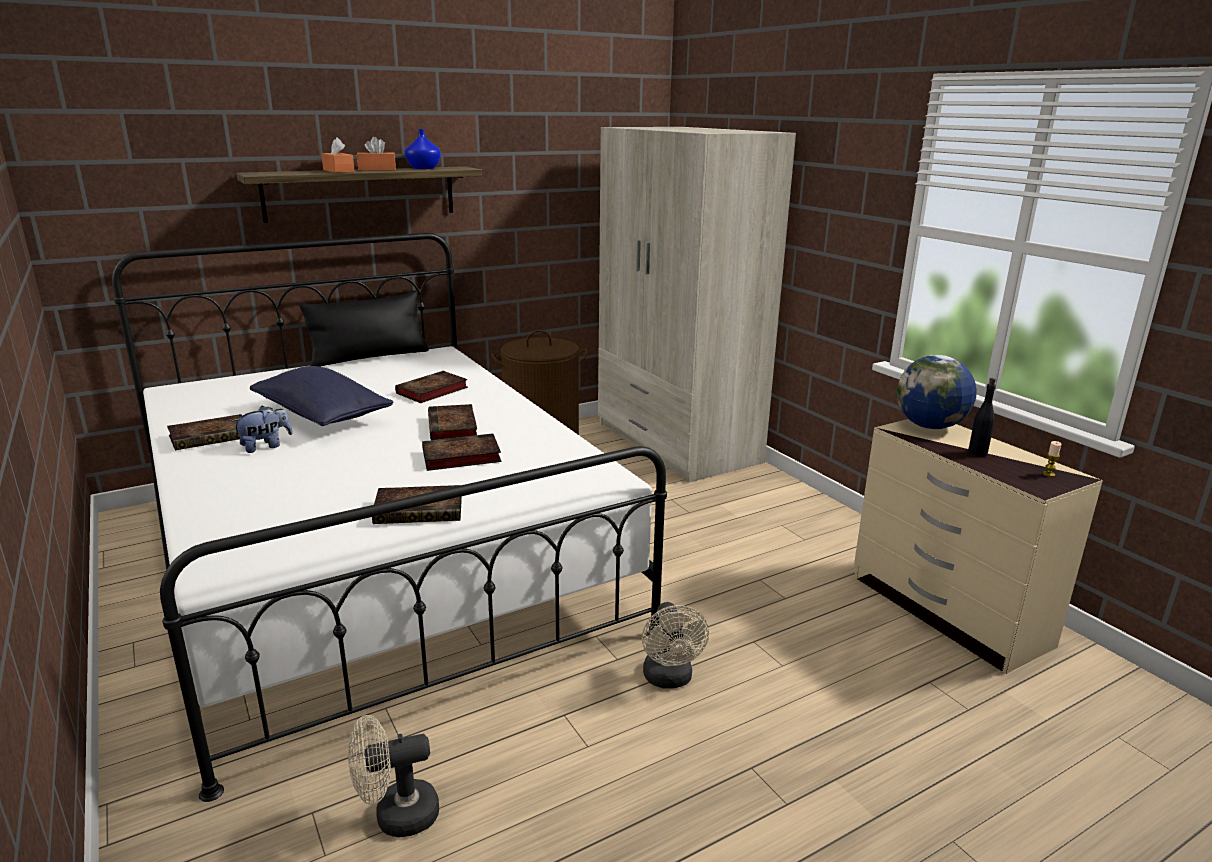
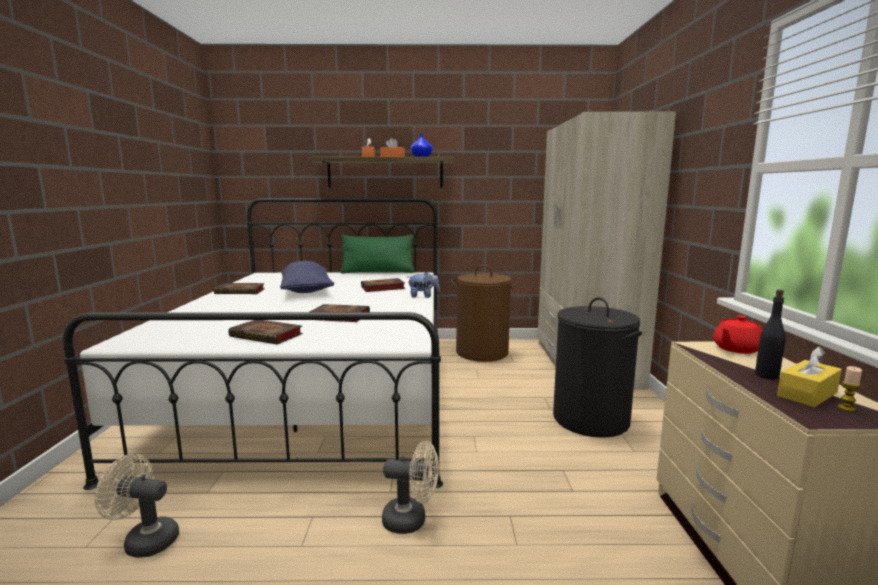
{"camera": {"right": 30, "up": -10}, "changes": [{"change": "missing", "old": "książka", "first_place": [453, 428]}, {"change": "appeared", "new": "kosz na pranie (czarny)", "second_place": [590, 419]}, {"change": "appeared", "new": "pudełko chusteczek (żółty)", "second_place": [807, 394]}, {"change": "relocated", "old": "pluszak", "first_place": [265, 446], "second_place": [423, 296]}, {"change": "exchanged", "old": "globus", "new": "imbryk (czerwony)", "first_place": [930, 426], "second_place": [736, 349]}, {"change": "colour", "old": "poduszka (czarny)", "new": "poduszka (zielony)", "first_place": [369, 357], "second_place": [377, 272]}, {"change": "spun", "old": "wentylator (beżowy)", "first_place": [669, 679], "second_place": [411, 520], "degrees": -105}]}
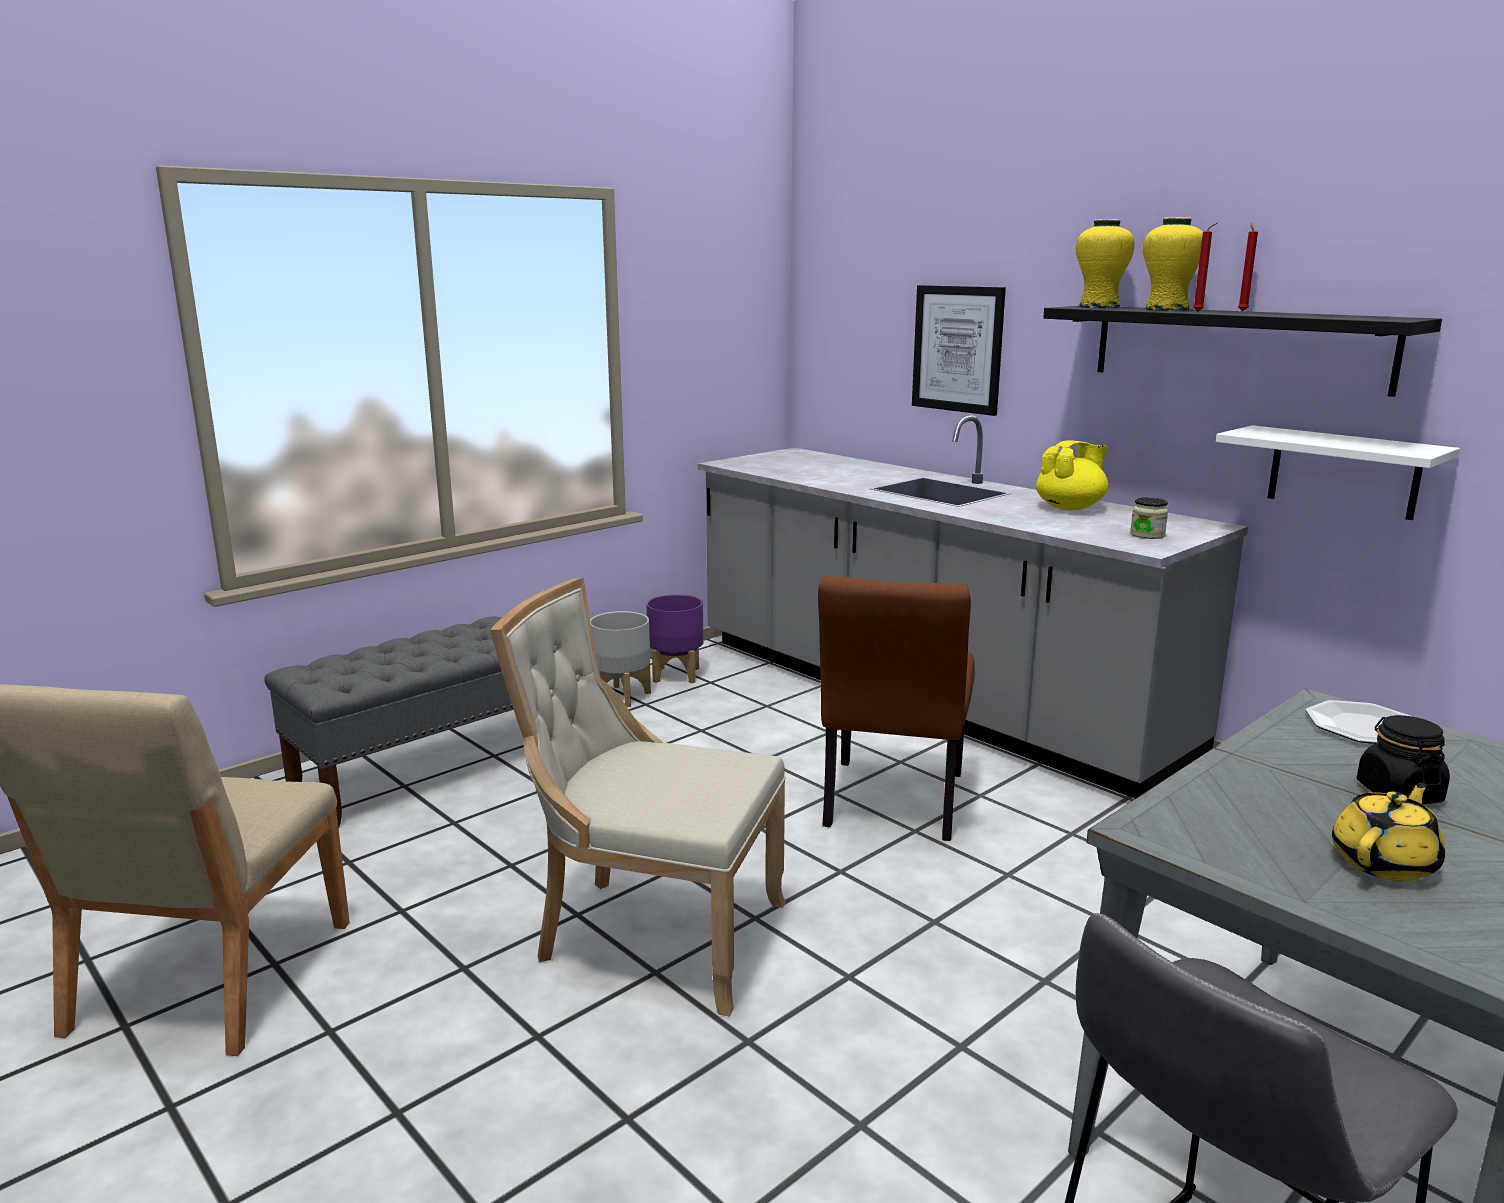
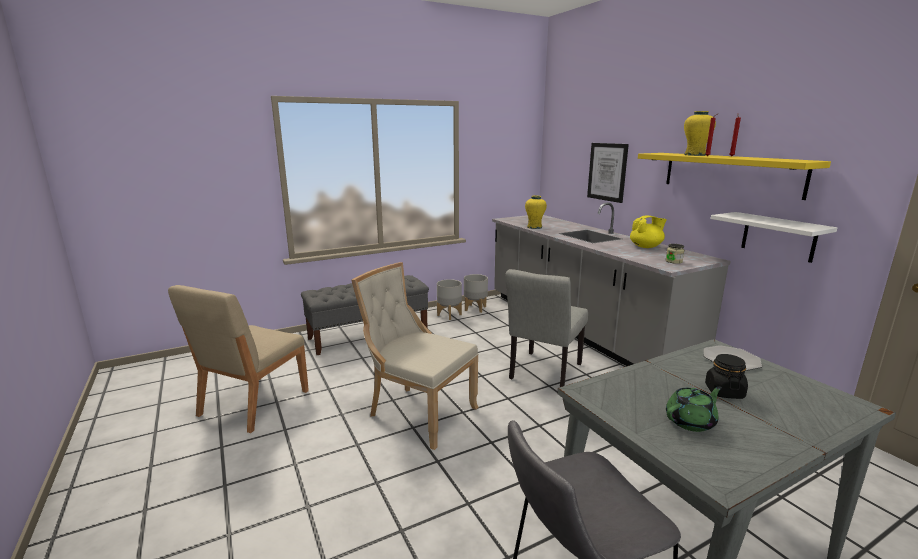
{"camera": {"right": 15, "up": 0}, "changes": [{"change": "relocated", "old": "wazon (żółty)", "first_place": [1099, 307], "second_place": [534, 227]}, {"change": "colour", "old": "donica (fioletowy)", "new": "donica (szary)", "first_place": [676, 675], "second_place": [475, 308]}, {"change": "colour", "old": "krzesło (brązowy)", "new": "krzesło (szary)", "first_place": [891, 806], "second_place": [543, 374]}, {"change": "colour", "old": "półka (czarny)", "new": "półka (żółty)", "first_place": [1237, 347], "second_place": [730, 173]}, {"change": "colour", "old": "imbryk (żółty)", "new": "imbryk (zielony)", "first_place": [1385, 862], "second_place": [691, 421]}]}
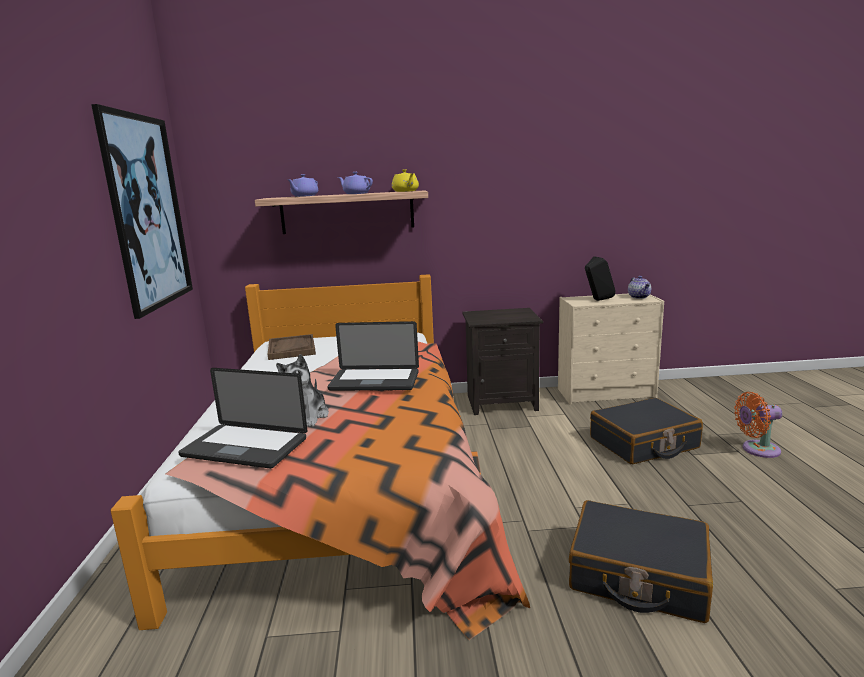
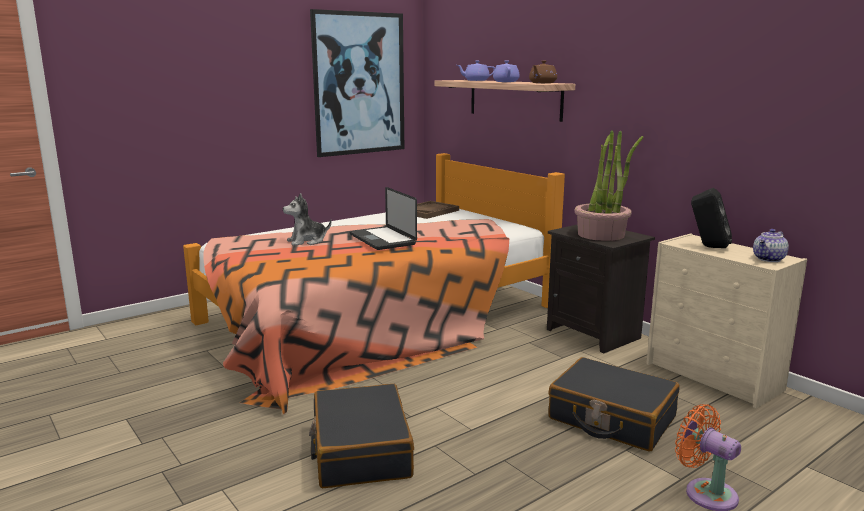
{"camera": {"right": 55, "up": 0}, "changes": [{"change": "missing", "old": "laptop", "first_place": [245, 447]}, {"change": "appeared", "new": "roślina doniczkowa", "second_place": [601, 234]}, {"change": "colour", "old": "imbryk (żółty)", "new": "imbryk (brązowy)", "first_place": [405, 191], "second_place": [542, 83]}]}
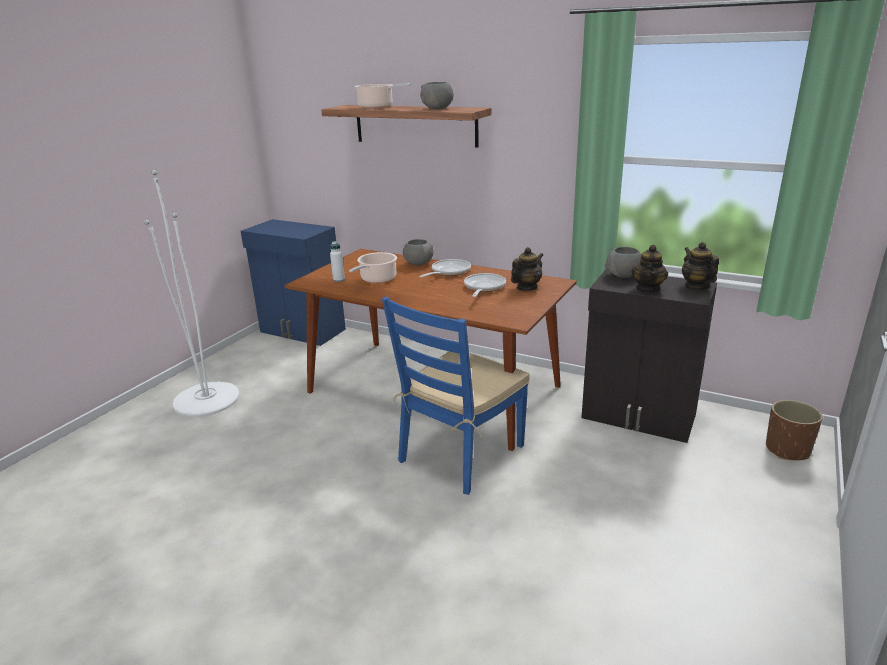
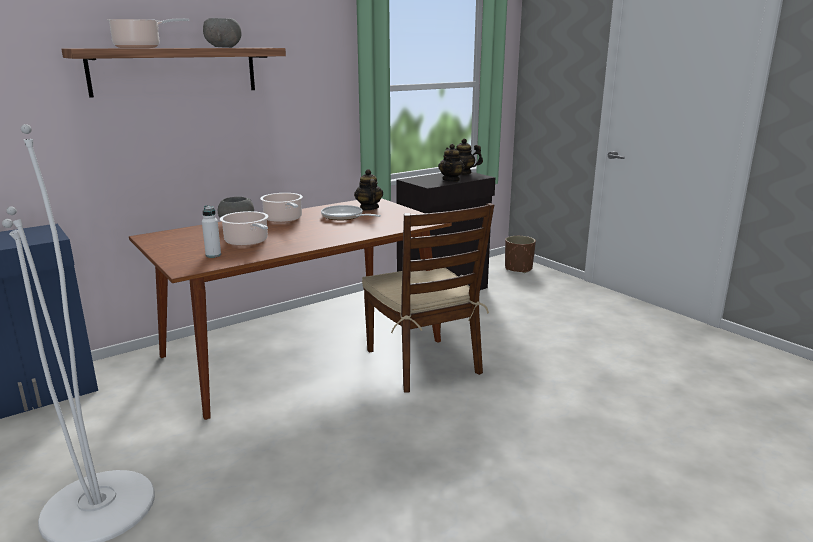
{"camera": {"right": -65, "up": -5}, "changes": [{"change": "missing", "old": "miska (szary)", "first_place": [623, 275]}, {"change": "exchanged", "old": "patelnia", "new": "garnek", "first_place": [448, 272], "second_place": [284, 220]}, {"change": "colour", "old": "krzesło (niebieski)", "new": "krzesło (brązowy)", "first_place": [461, 454], "second_place": [423, 362]}, {"change": "spun", "old": "imbryk", "first_place": [648, 289], "second_place": [451, 180], "degrees": 60}]}
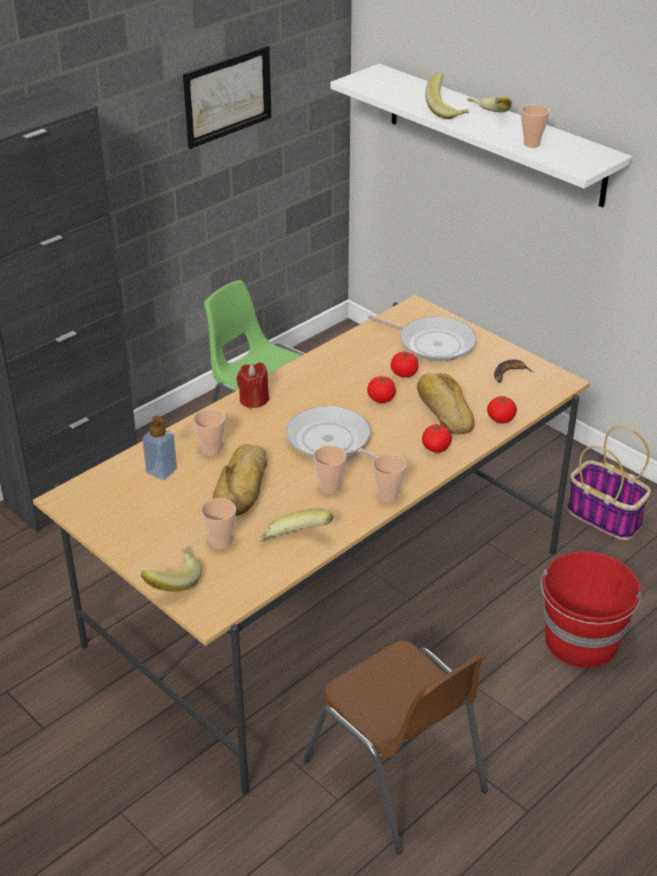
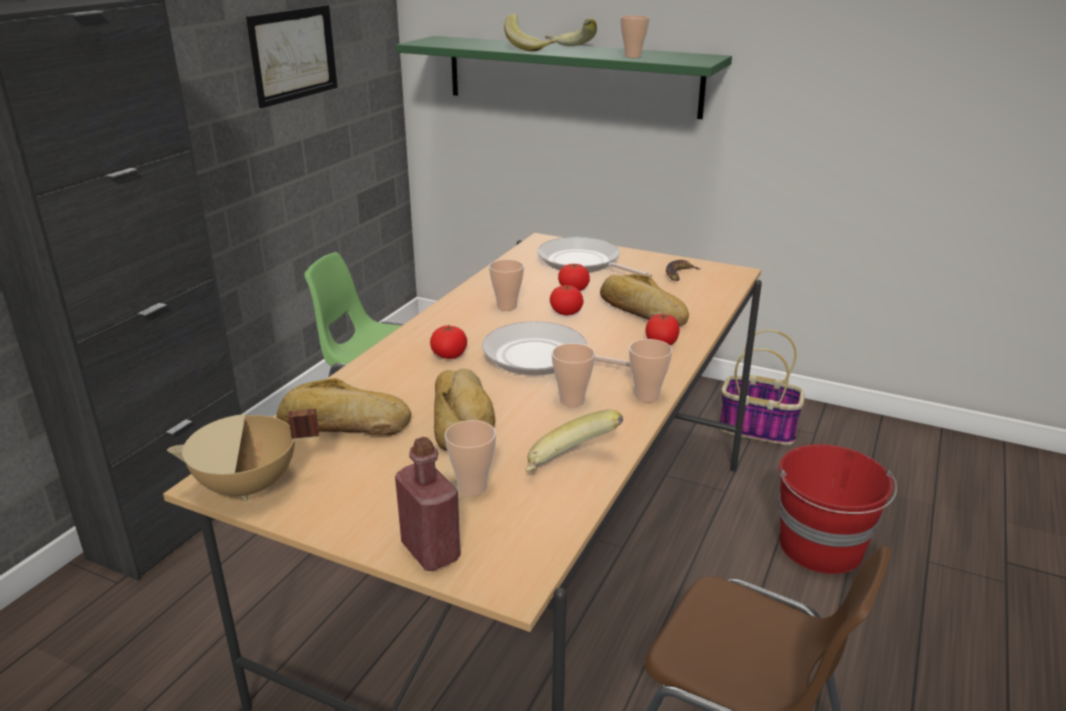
{"camera": {"right": -20, "up": -10}, "changes": [{"change": "missing", "old": "świeca (czerwony)", "first_place": [254, 400]}, {"change": "appeared", "new": "garnek (beżowy)", "second_place": [248, 488]}, {"change": "relocated", "old": "filiżanka", "first_place": [211, 450], "second_place": [507, 306]}, {"change": "relocated", "old": "pomidor", "first_place": [500, 419], "second_place": [449, 355]}, {"change": "exchanged", "old": "banan", "new": "butelka (czerwony)", "first_place": [172, 581], "second_place": [430, 551]}, {"change": "exchanged", "old": "dozownik mydła", "new": "chleb", "first_place": [161, 471], "second_place": [343, 424]}, {"change": "colour", "old": "półka (biały)", "new": "półka (zielony)", "first_place": [494, 134], "second_place": [571, 76]}, {"change": "spun", "old": "patelnia", "first_place": [432, 343], "second_place": [582, 263], "degrees": -150}]}
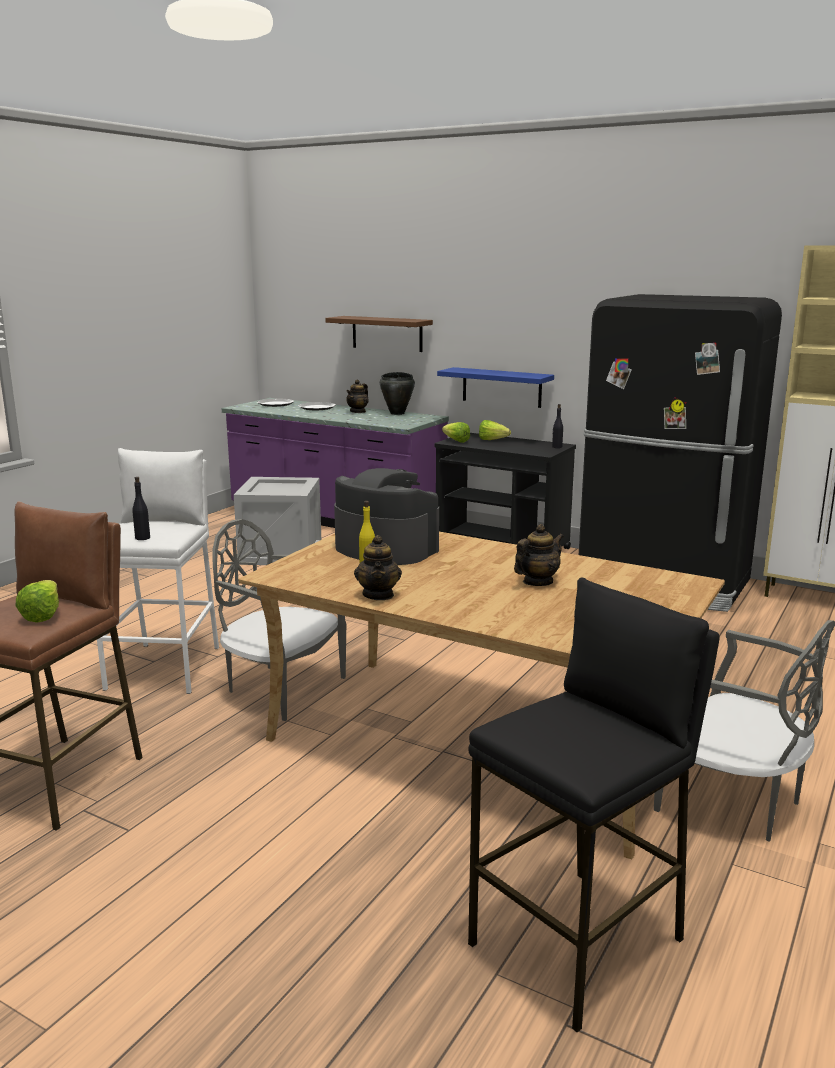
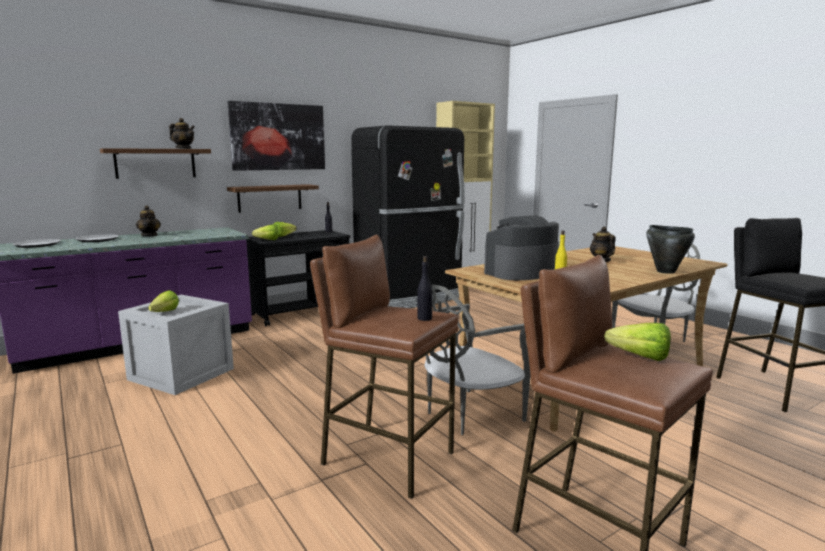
{"camera": {"right": -65, "up": -5}, "changes": [{"change": "appeared", "new": "sałata", "second_place": [162, 313]}, {"change": "appeared", "new": "obraz", "second_place": [278, 137]}, {"change": "relocated", "old": "imbryk", "first_place": [378, 595], "second_place": [183, 148]}, {"change": "relocated", "old": "garnek (czarny)", "first_place": [397, 413], "second_place": [665, 271]}, {"change": "colour", "old": "stołek (biały)", "new": "stołek (brązowy)", "first_place": [166, 667], "second_place": [387, 458]}, {"change": "colour", "old": "półka (niebieski)", "new": "półka (brązowy)", "first_place": [501, 387], "second_place": [270, 198]}]}
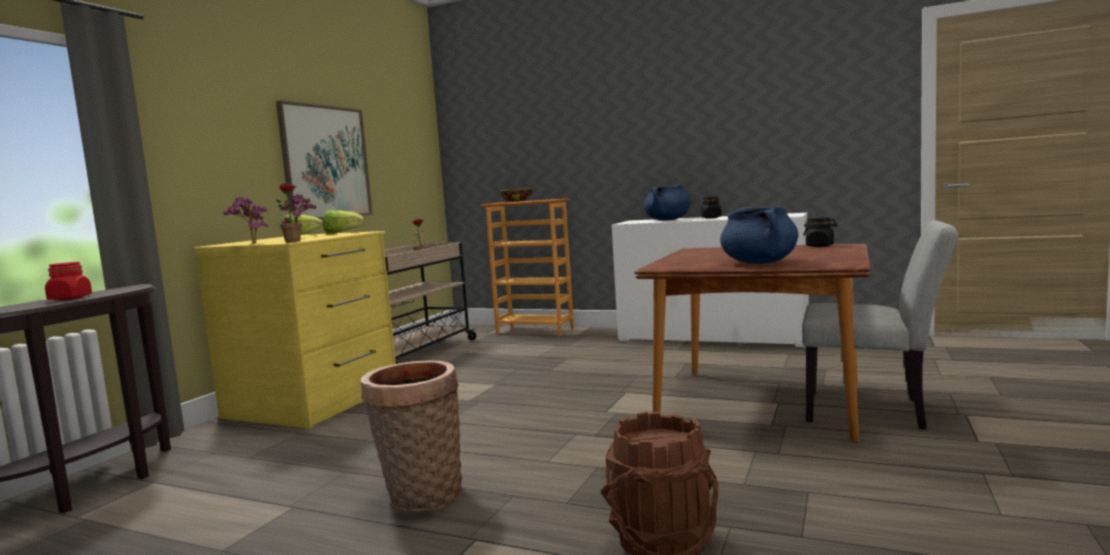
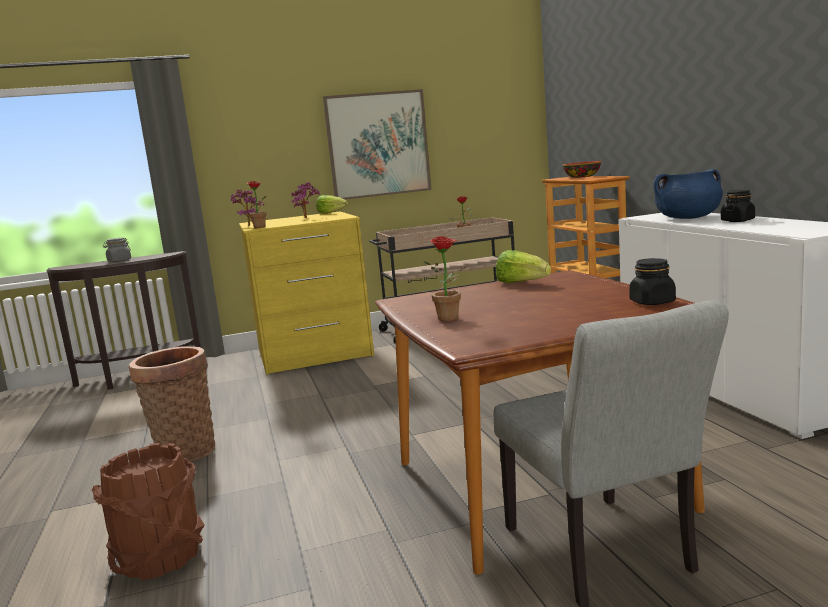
{"camera": {"right": 50, "up": 5}, "changes": [{"change": "relocated", "old": "sałata", "first_place": [342, 233], "second_place": [521, 283]}, {"change": "exchanged", "old": "garnek (niebieski)", "new": "roślina doniczkowa", "first_place": [759, 263], "second_place": [452, 319]}, {"change": "colour", "old": "słoik (czerwony)", "new": "słoik (szary)", "first_place": [70, 298], "second_place": [119, 261]}]}
